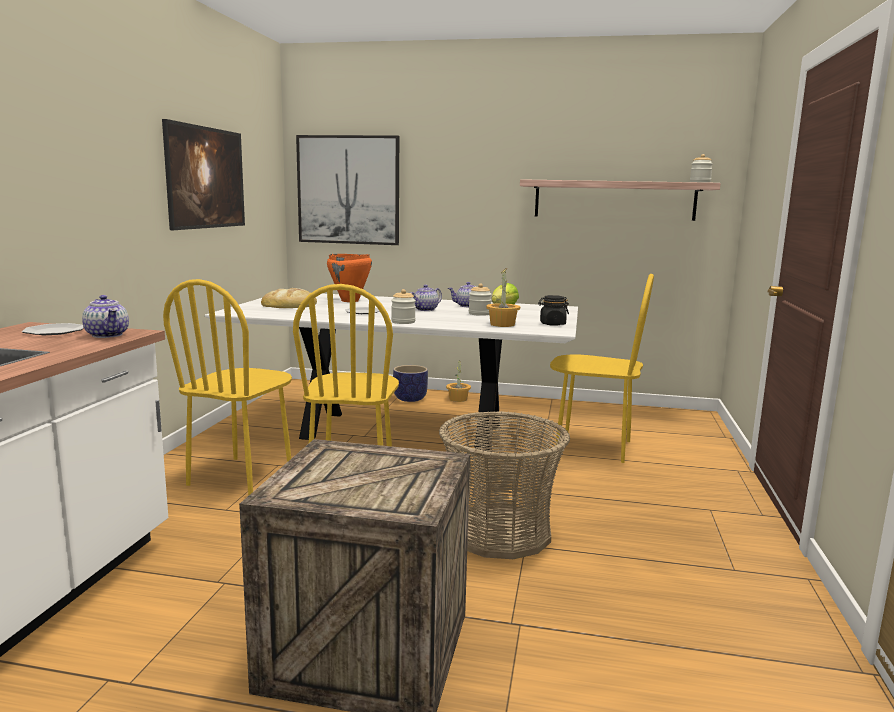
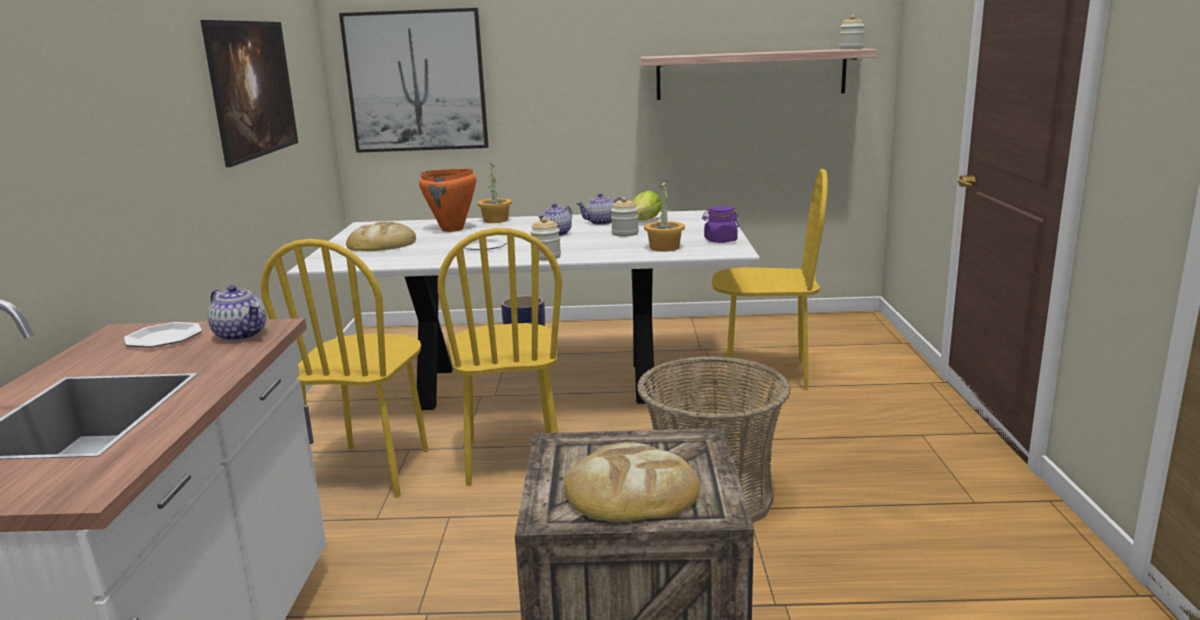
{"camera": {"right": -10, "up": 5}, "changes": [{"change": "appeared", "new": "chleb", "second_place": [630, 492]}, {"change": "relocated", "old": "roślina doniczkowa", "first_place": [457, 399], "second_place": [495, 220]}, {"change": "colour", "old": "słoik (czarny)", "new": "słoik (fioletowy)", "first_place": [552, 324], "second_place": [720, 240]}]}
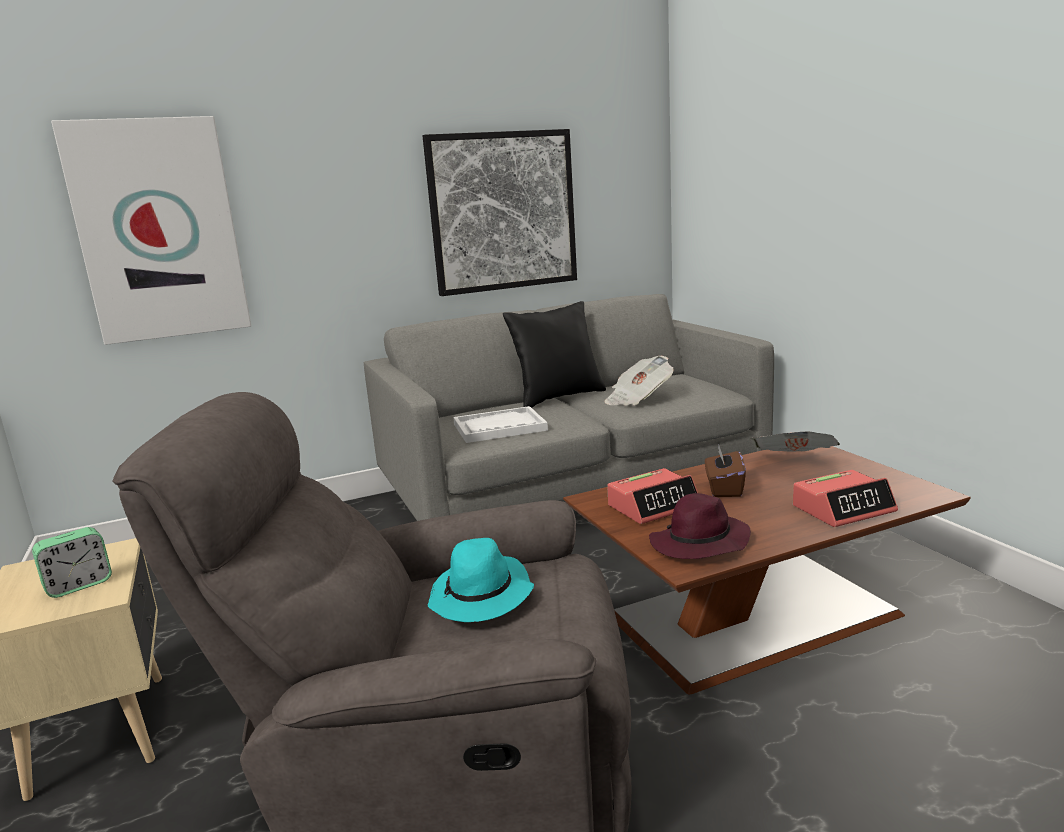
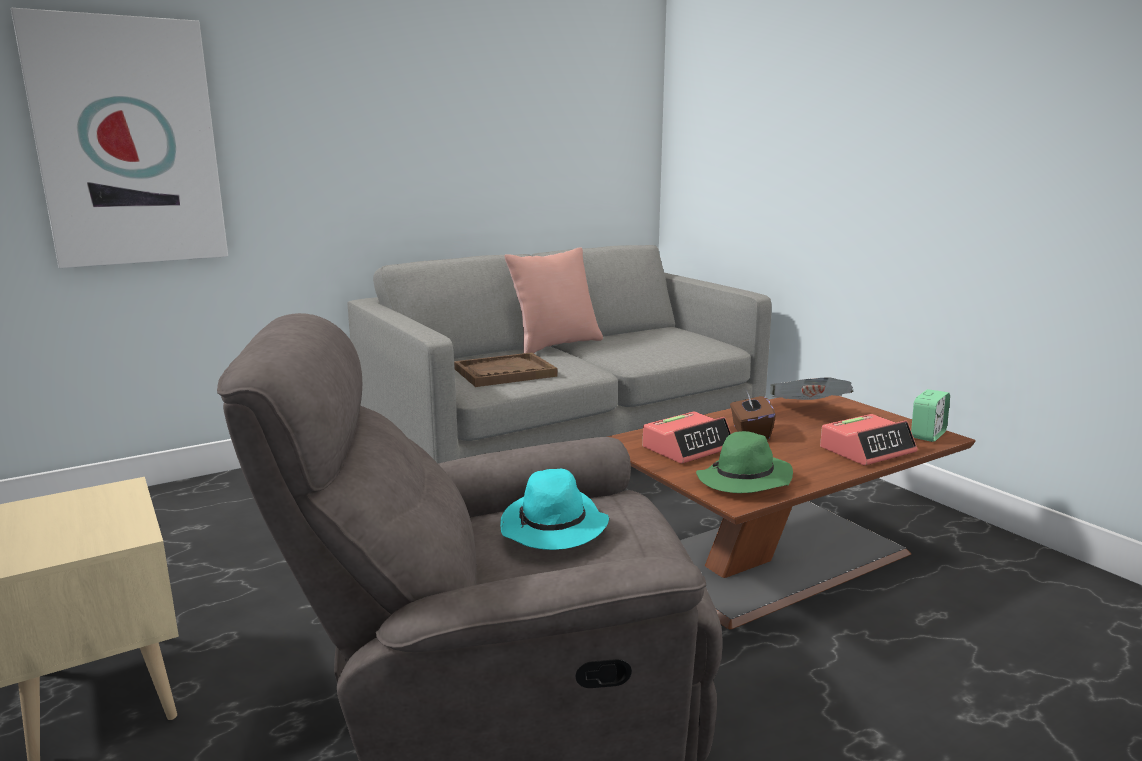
{"camera": {"right": -10, "up": 0}, "changes": [{"change": "missing", "old": "obraz", "first_place": [503, 212]}, {"change": "missing", "old": "gazeta", "first_place": [638, 399]}, {"change": "relocated", "old": "budzik", "first_place": [79, 585], "second_place": [927, 435]}, {"change": "colour", "old": "taca (biały)", "new": "taca (brązowy)", "first_place": [499, 427], "second_place": [505, 373]}, {"change": "colour", "old": "poduszka (czarny)", "new": "poduszka (różowy)", "first_place": [558, 397], "second_place": [555, 345]}, {"change": "colour", "old": "kapelusz (fioletowy)", "new": "kapelusz (zielony)", "first_place": [699, 544], "second_place": [744, 481]}]}
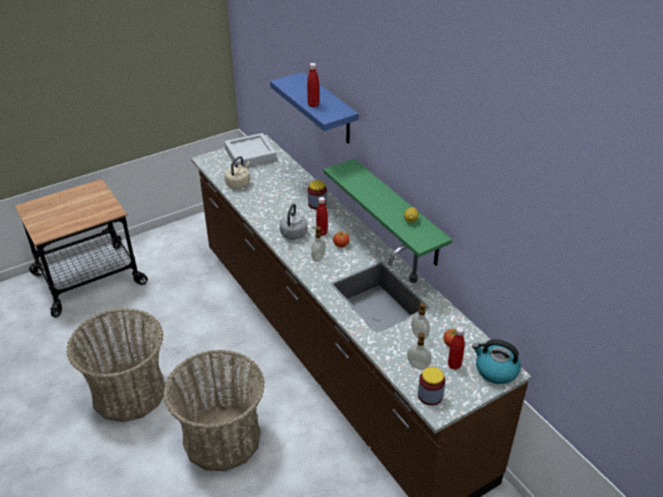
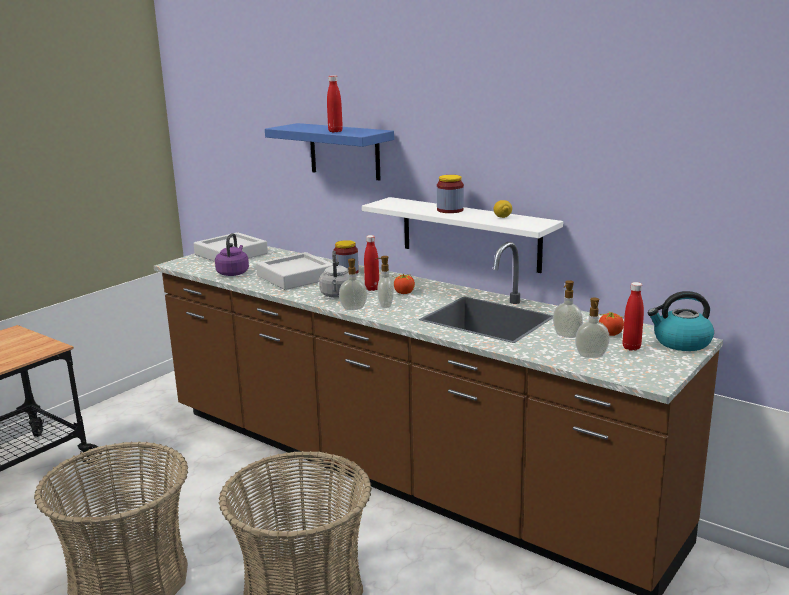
{"camera": {"right": -20, "up": -20}, "changes": [{"change": "appeared", "new": "taca (szary)", "second_place": [296, 277]}, {"change": "appeared", "new": "dozownik mydła", "second_place": [353, 308]}, {"change": "relocated", "old": "słoik", "first_place": [430, 395], "second_place": [450, 210]}, {"change": "colour", "old": "czajnik (beżowy)", "new": "czajnik (fioletowy)", "first_place": [239, 183], "second_place": [233, 273]}, {"change": "colour", "old": "półka (zielony)", "new": "półka (biały)", "first_place": [398, 213], "second_place": [470, 234]}]}
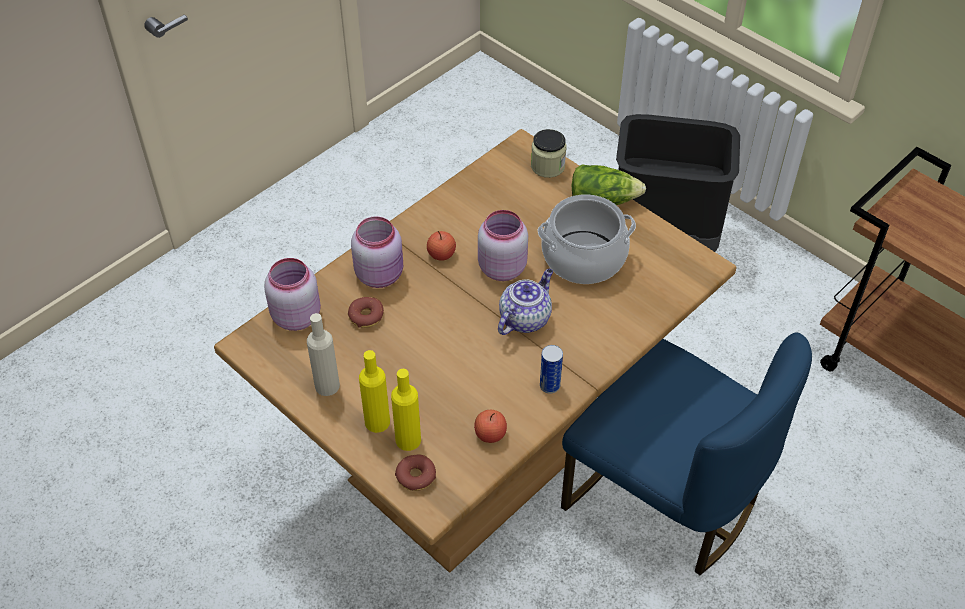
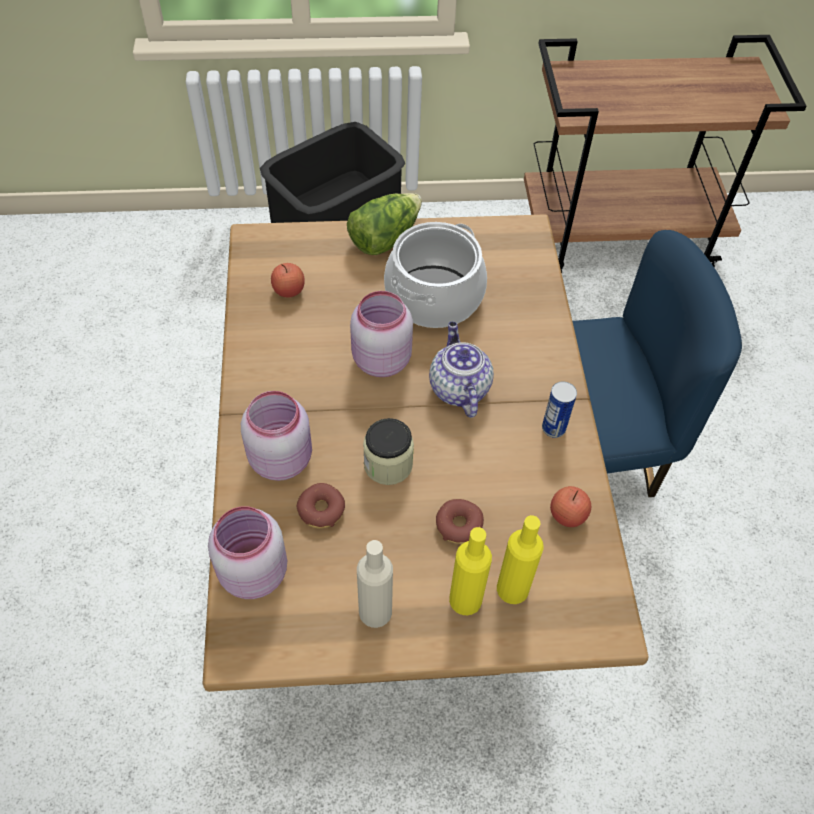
{"camera": {"right": -50, "up": 5}, "changes": [{"change": "relocated", "old": "donut", "first_place": [416, 476], "second_place": [458, 525]}, {"change": "relocated", "old": "jabłko", "first_place": [441, 254], "second_place": [289, 290]}, {"change": "relocated", "old": "słoik", "first_place": [547, 166], "second_place": [388, 464]}]}
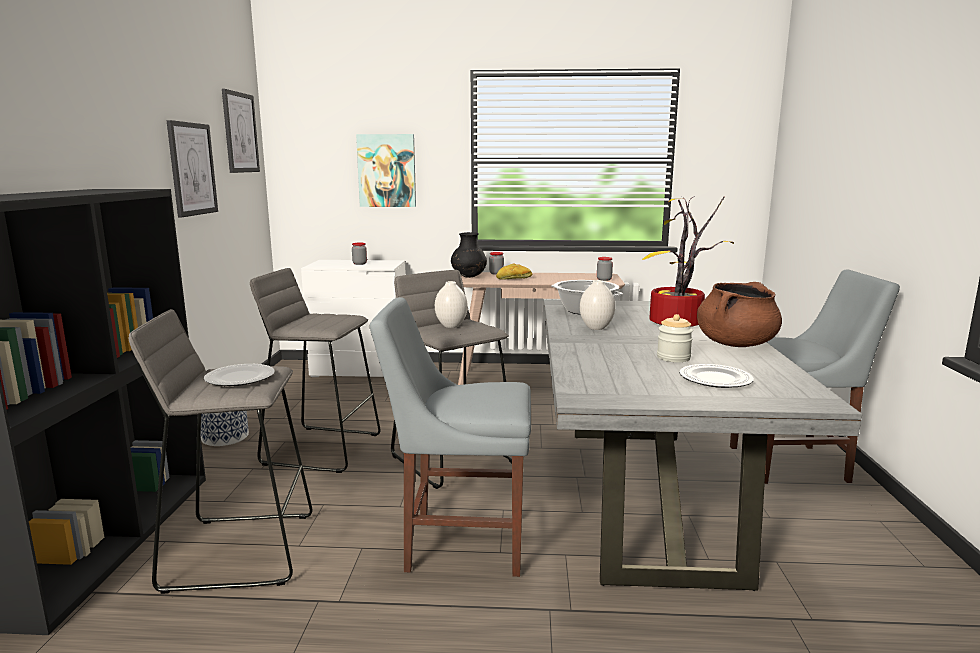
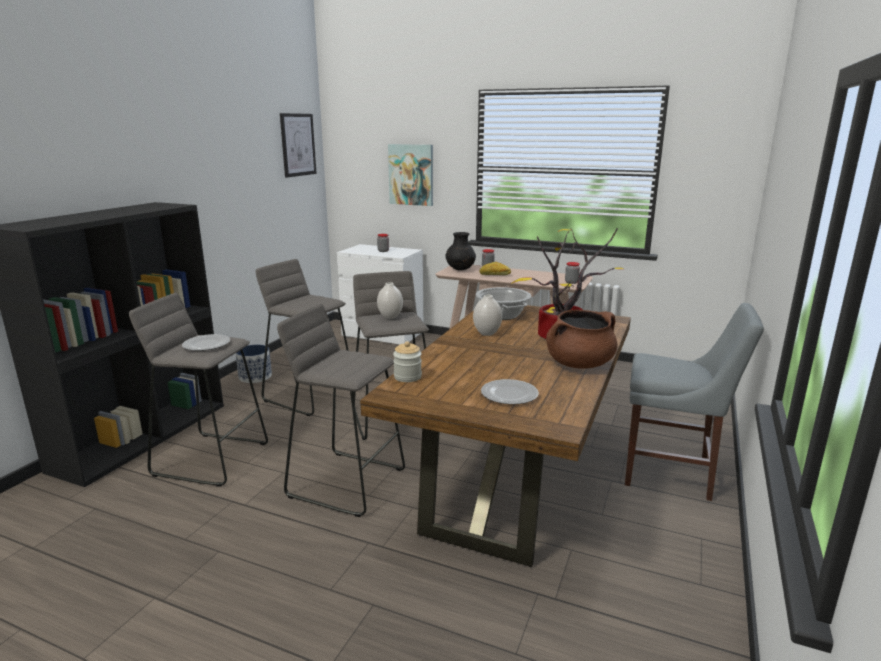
{"camera": {"right": 20, "up": 5}, "changes": [{"change": "missing", "old": "obraz", "first_place": [192, 169]}, {"change": "relocated", "old": "słoik", "first_place": [673, 358], "second_place": [407, 377]}, {"change": "exchanged", "old": "krzesło (szary)", "new": "stołek (szary)", "first_place": [458, 542], "second_place": [347, 482]}, {"change": "colour", "old": "stół jadalny (szary)", "new": "stół jadalny (brązowy)", "first_place": [644, 496], "second_place": [513, 476]}]}
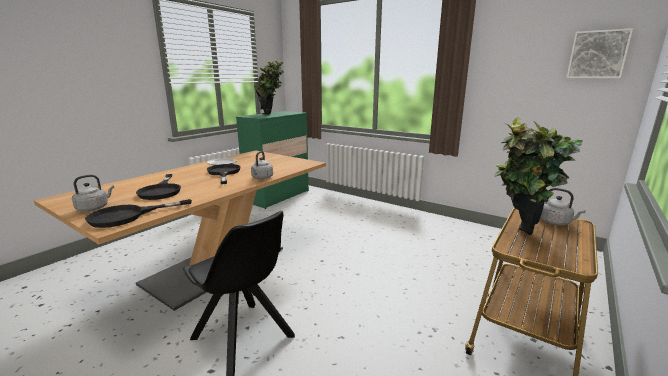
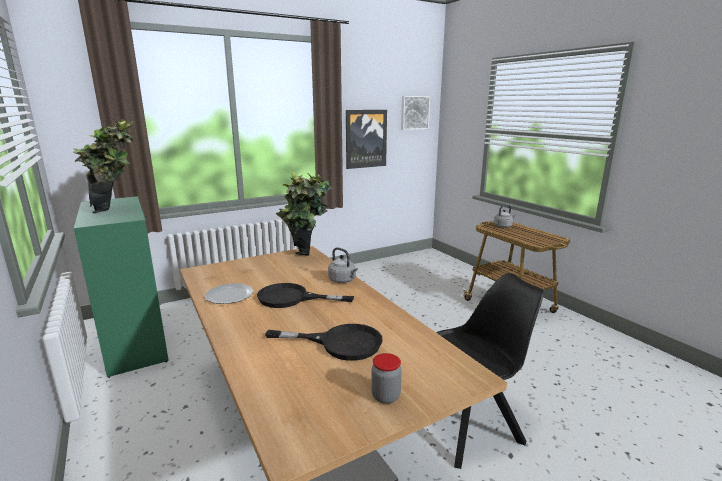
{"camera": {"right": -65, "up": 0}, "changes": [{"change": "missing", "old": "patelnia (czarny)", "first_place": [127, 216]}, {"change": "appeared", "new": "obraz", "second_place": [365, 139]}, {"change": "relocated", "old": "roślina doniczkowa", "first_place": [518, 238], "second_place": [305, 260]}, {"change": "exchanged", "old": "czajnik (szary)", "new": "słoik", "first_place": [94, 208], "second_place": [385, 396]}]}
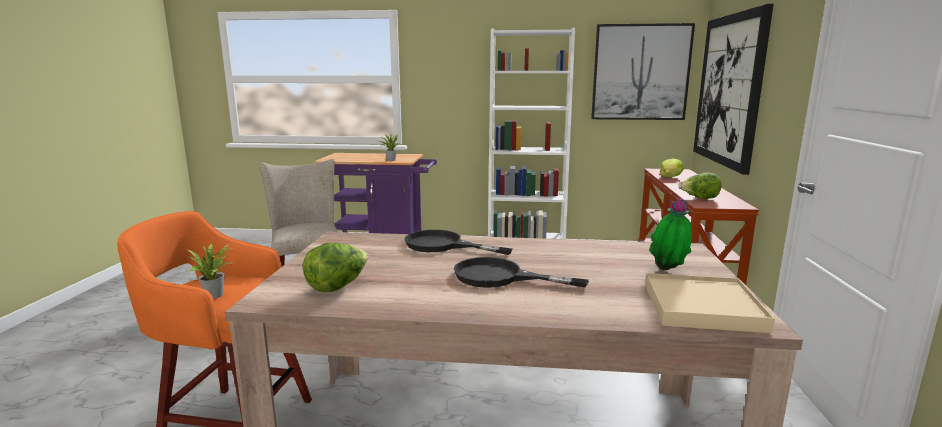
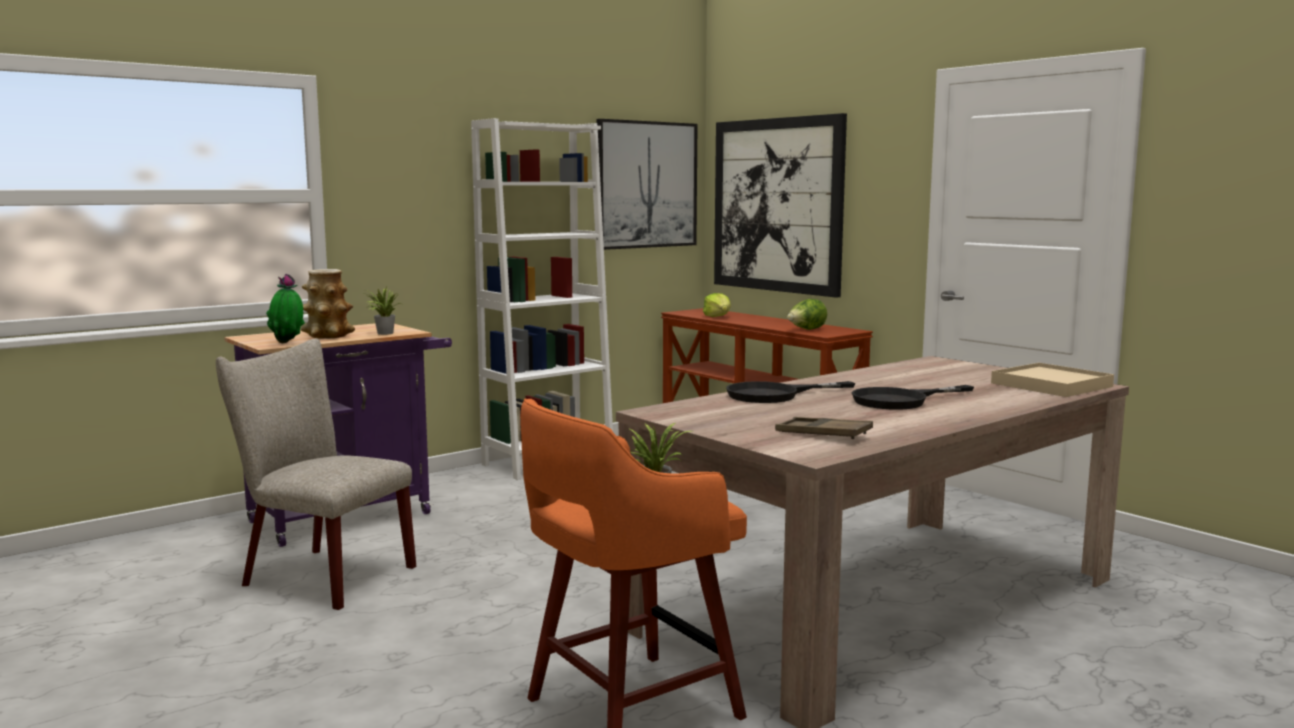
{"camera": {"right": -45, "up": -5}, "changes": [{"change": "appeared", "new": "wazon", "second_place": [328, 336]}, {"change": "relocated", "old": "roślina doniczkowa", "first_place": [668, 271], "second_place": [288, 343]}, {"change": "exchanged", "old": "sałata", "new": "taca (brązowy)", "first_place": [338, 286], "second_place": [823, 434]}]}
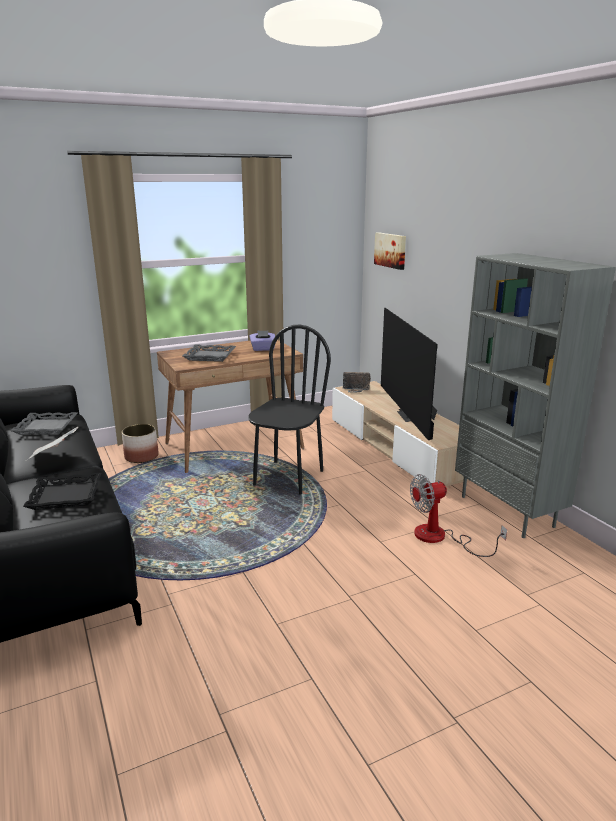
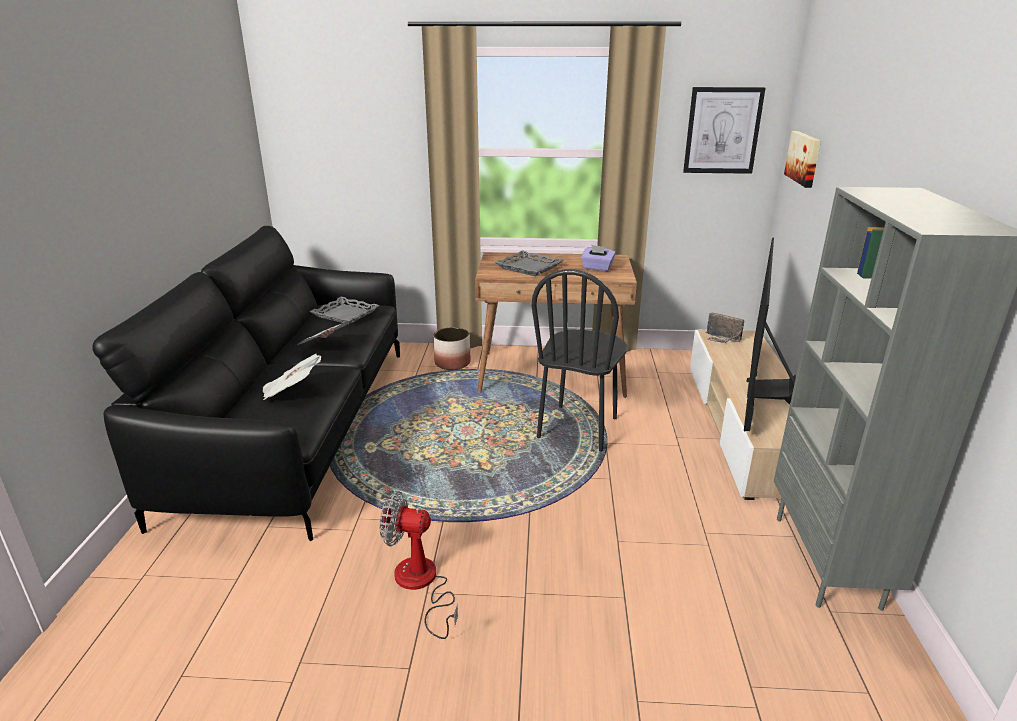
{"camera": {"right": 30, "up": 5}, "changes": [{"change": "appeared", "new": "obraz", "second_place": [722, 131]}, {"change": "relocated", "old": "wentylator", "first_place": [440, 538], "second_place": [421, 585]}, {"change": "exchanged", "old": "taca (czarny)", "new": "gazeta", "first_place": [65, 496], "second_place": [292, 391]}, {"change": "spun", "old": "krzesło (czarny)", "first_place": [288, 478], "second_place": [578, 428], "degrees": 150}]}
